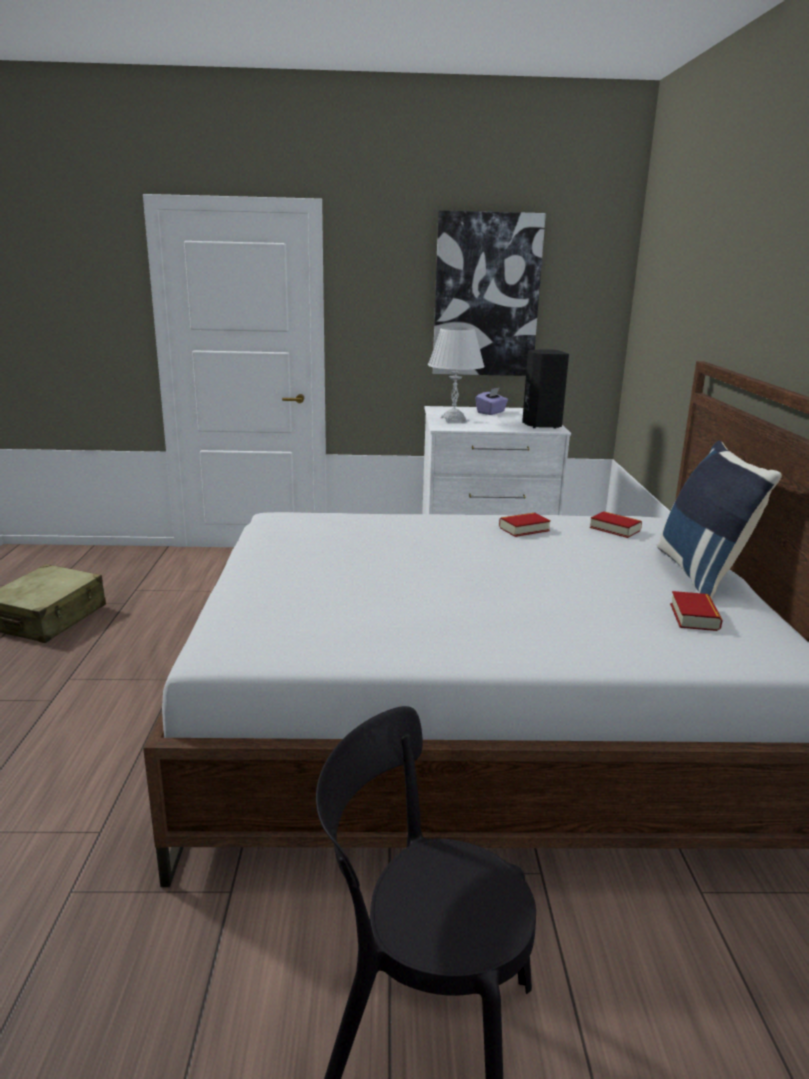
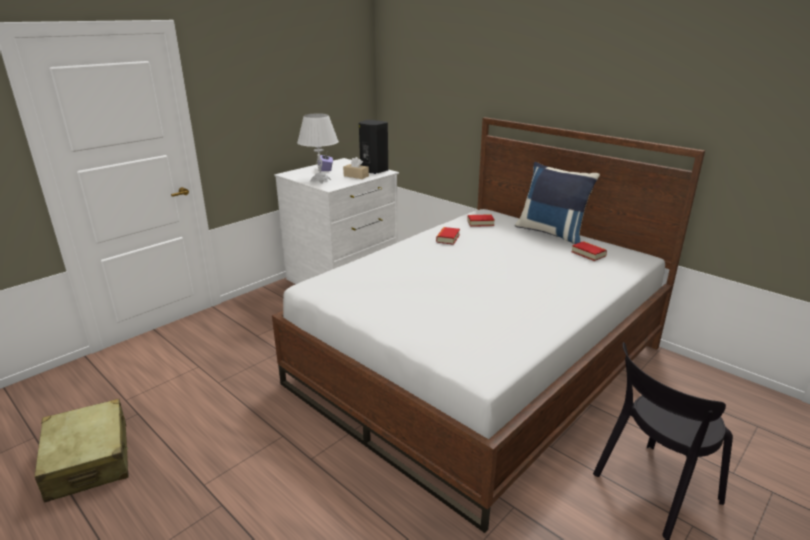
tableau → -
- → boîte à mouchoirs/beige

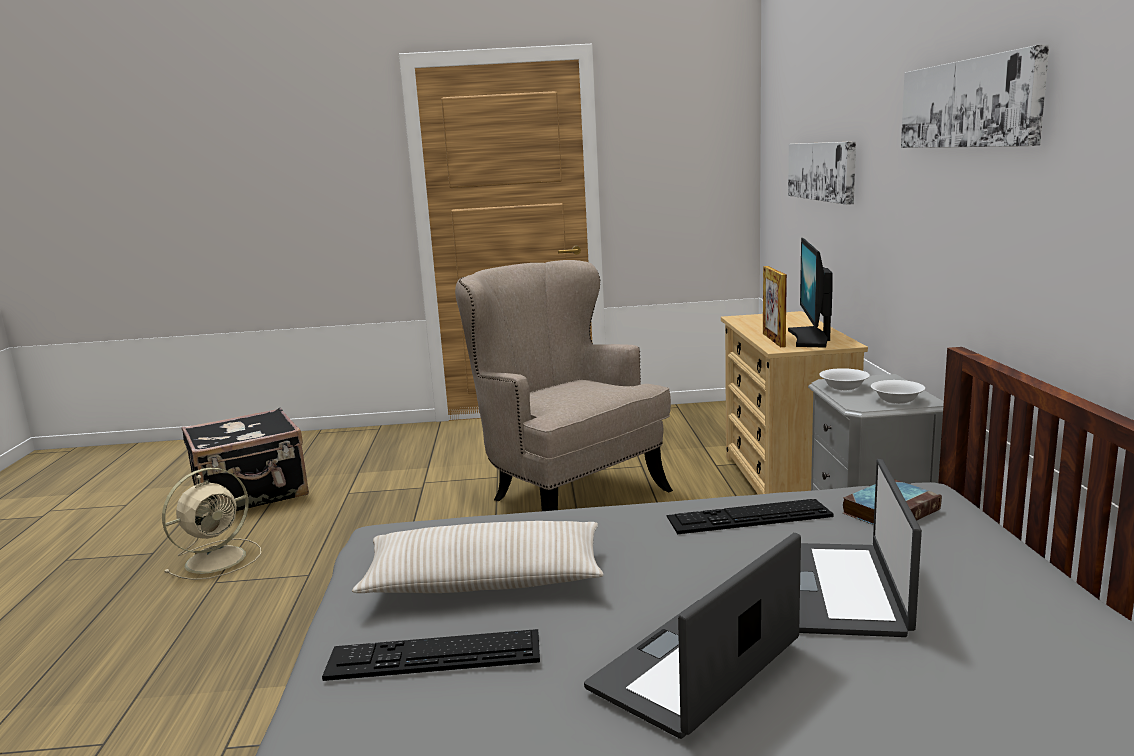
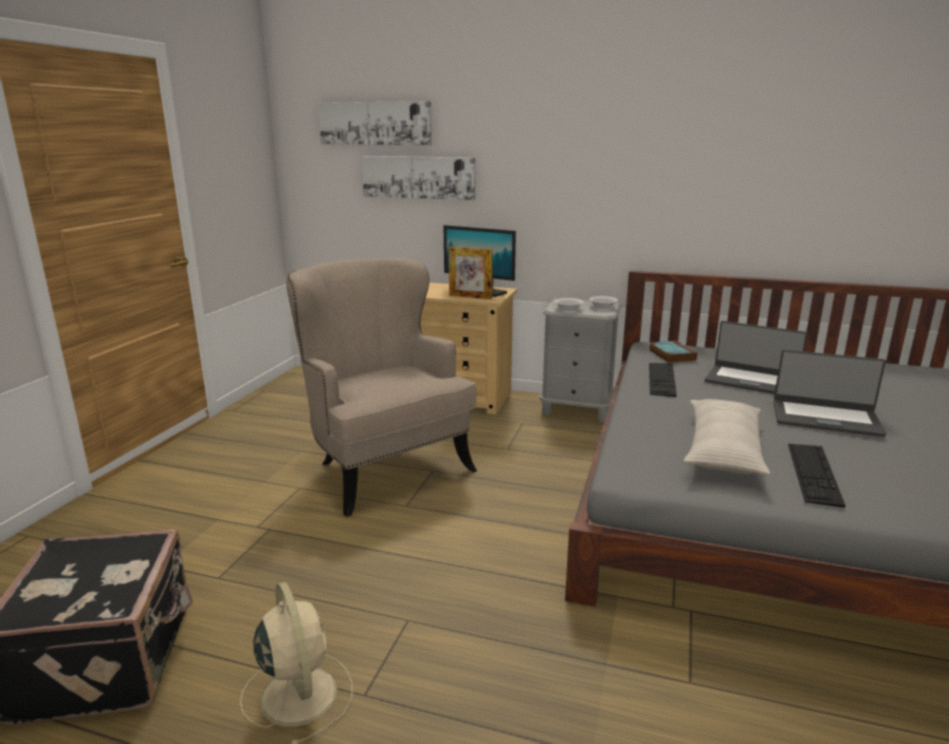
tableau (2nd from left in the first image) → tableau (1st from left), move
fauteuil/beige, 75 degrees clockwise
ordinateur portable (1st from left in the first image) → ordinateur portable (2nd from left), 45 degrees counterclockwise

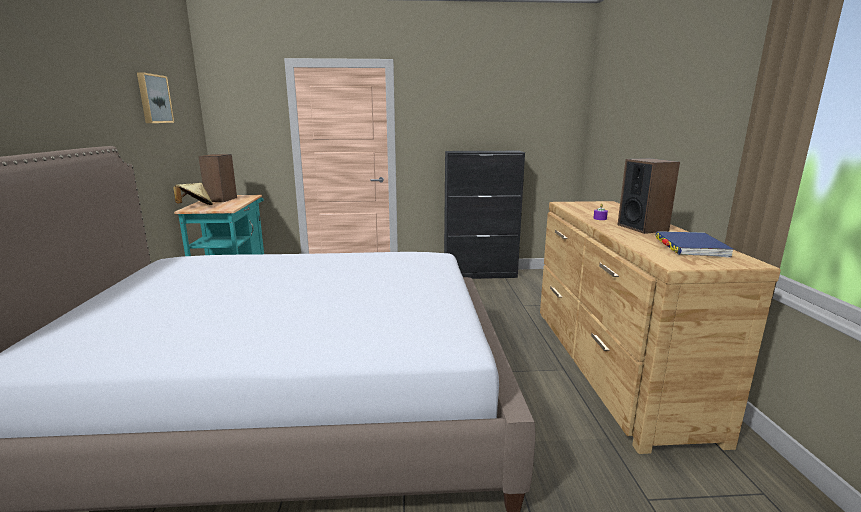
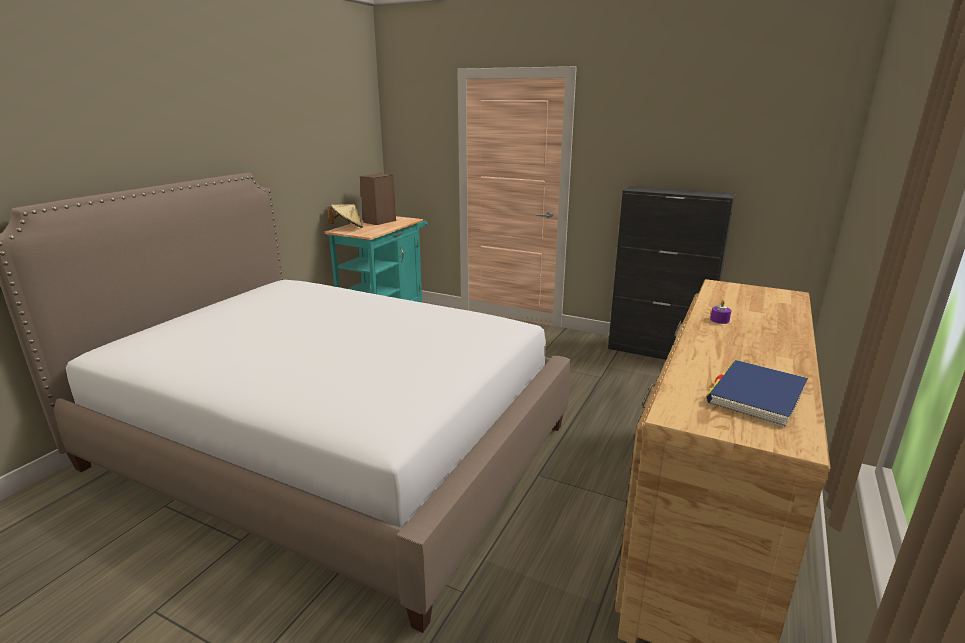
tableau → -
enceinte (2nd from left) → -

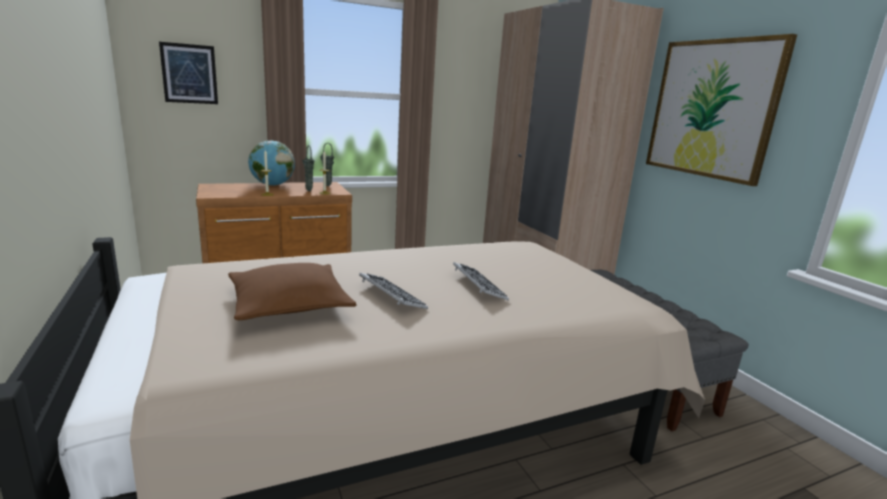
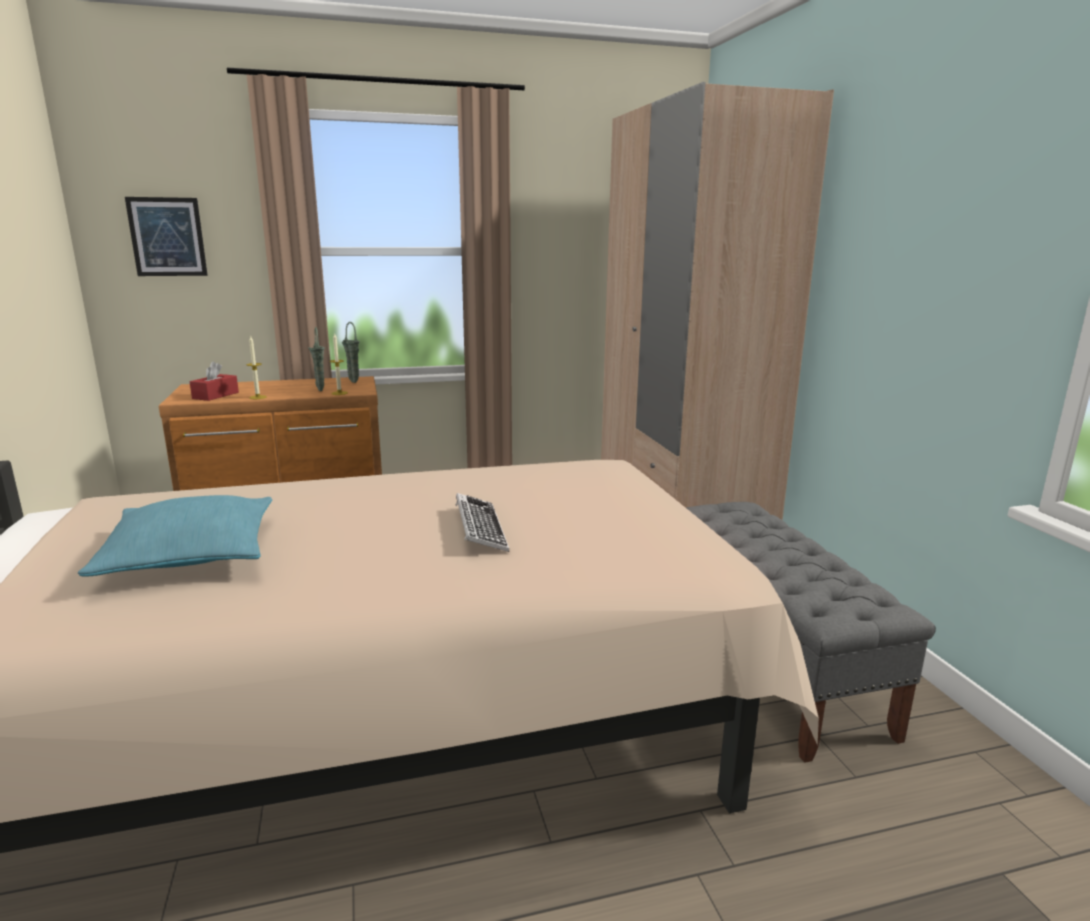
tableau (2nd from left) → -
globe → -
coussin/marron → coussin/turquoise
clavier (1st from left) → -
- → boîte à mouchoirs/rouge

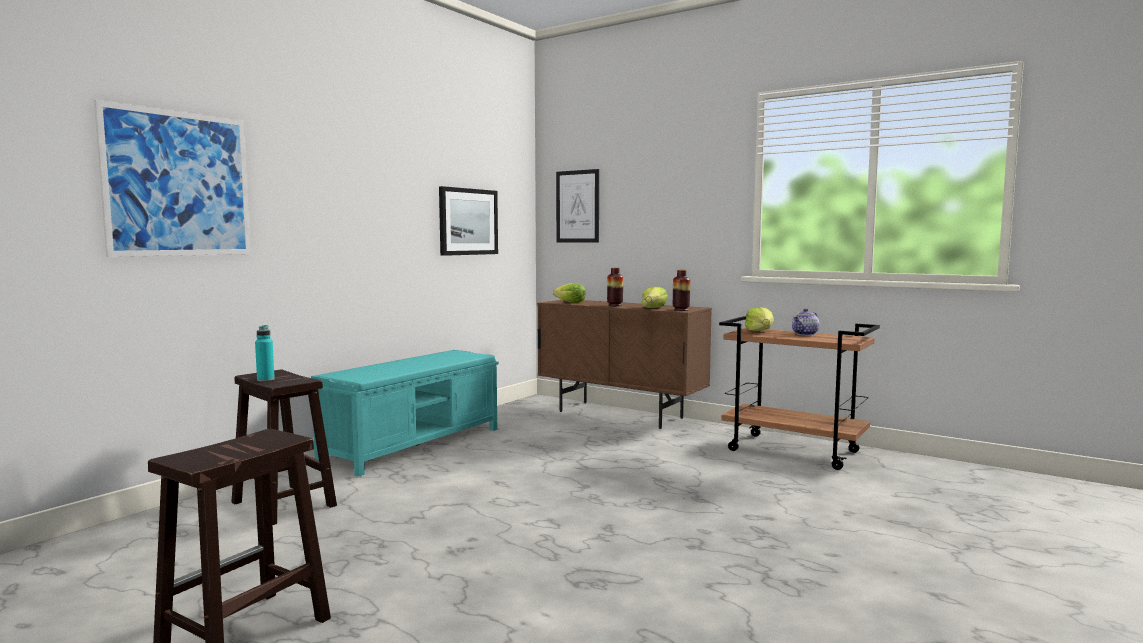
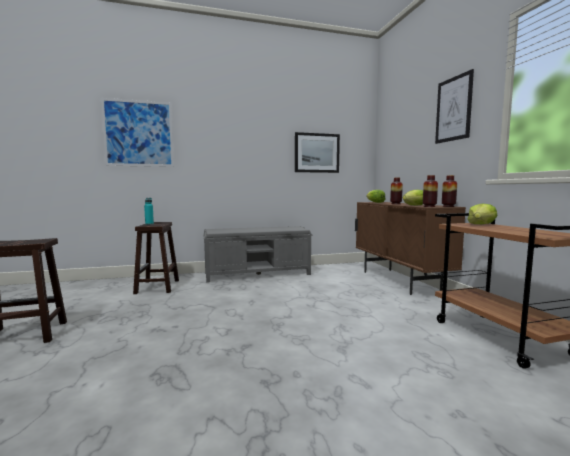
tableau (3rd from left), move
théière → -
banc/turquoise → banc/gris
- → vase (3rd from left)

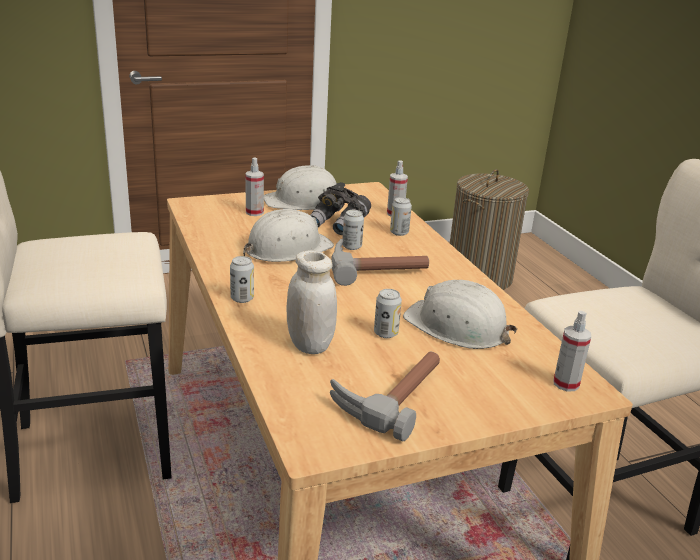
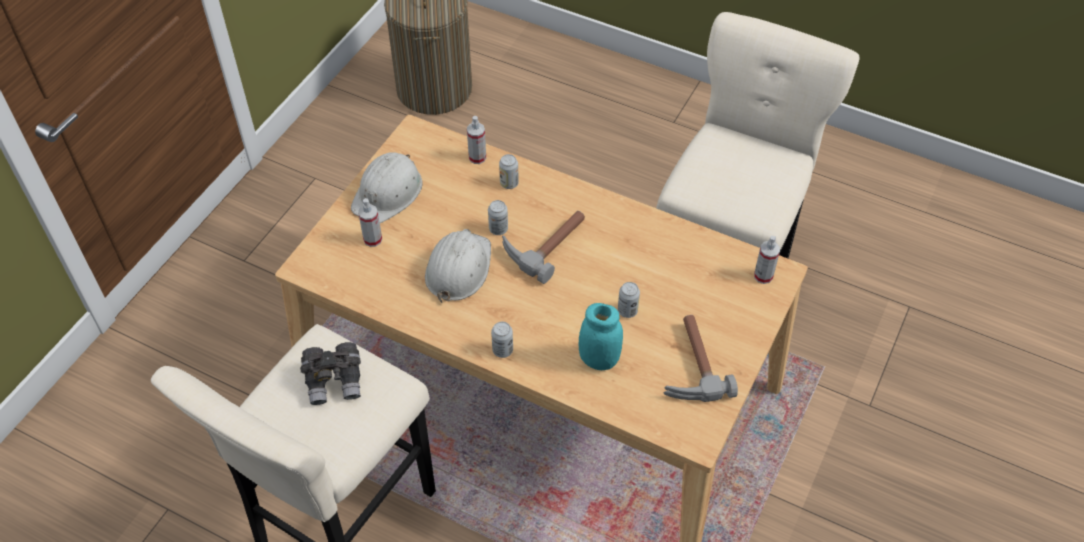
jumelles/gris, move
bocal/blanc → bocal/turquoise
casque de chantier/blanc (3rd from left) → -

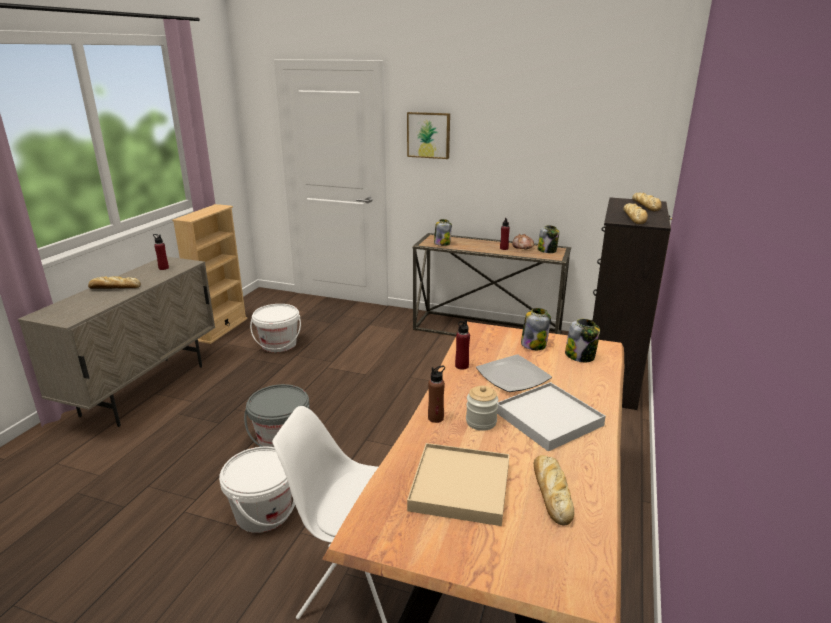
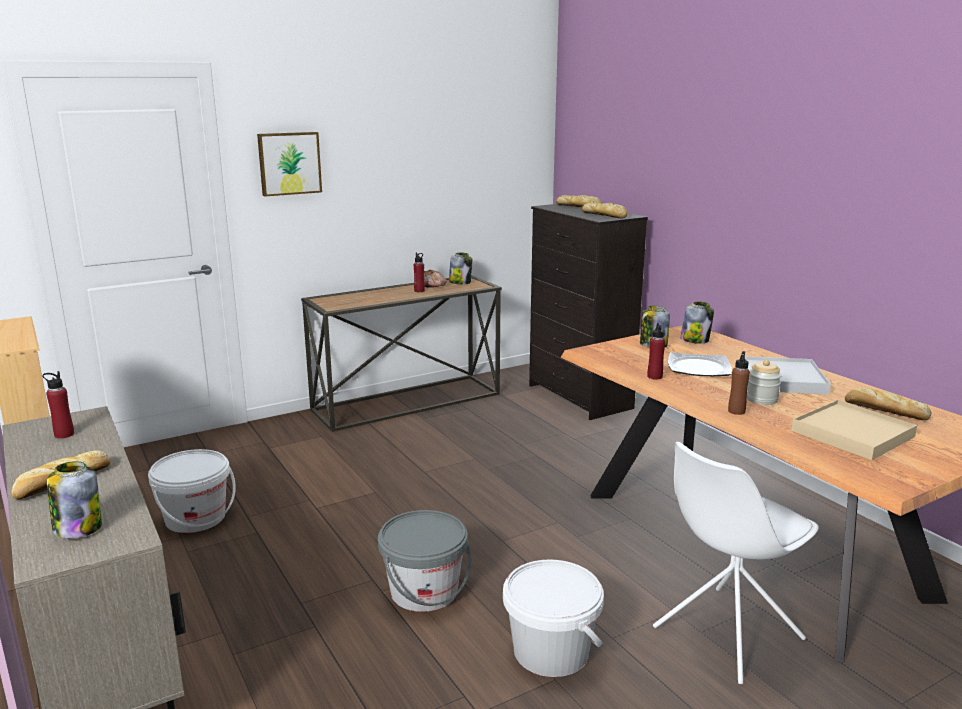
bocal (1st from left), move

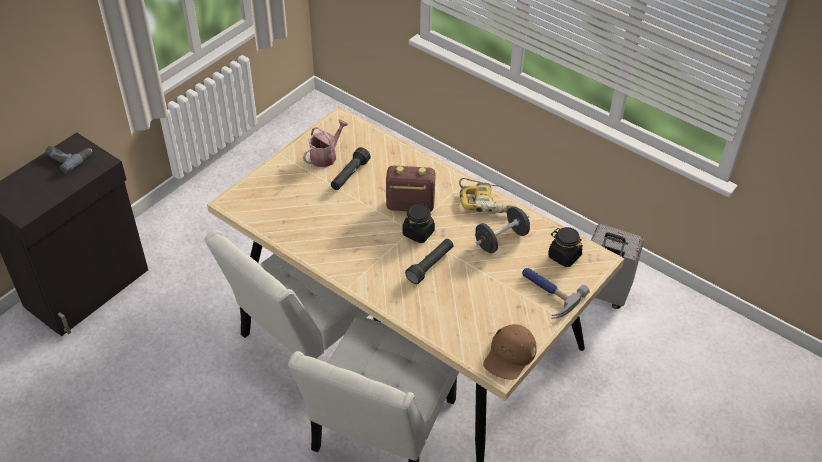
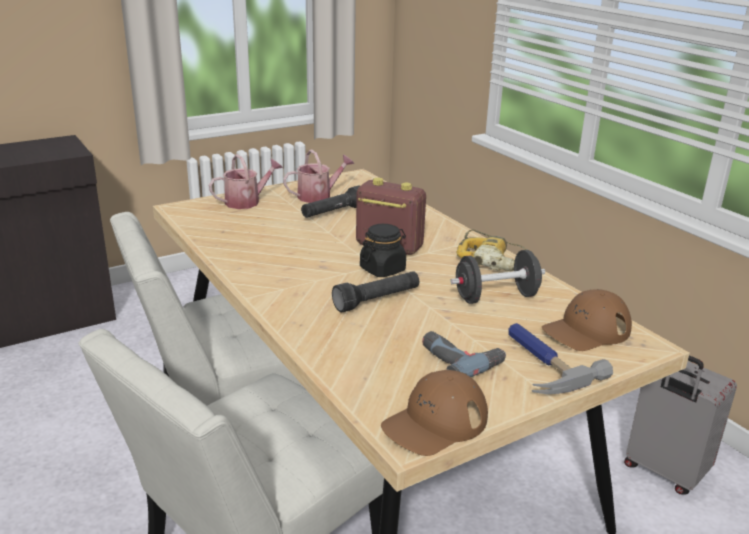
perceuse (1st from left), move
bocal/noir (2nd from left) → casquette/marron (2nd from left)
- → arrosoir (1st from left)

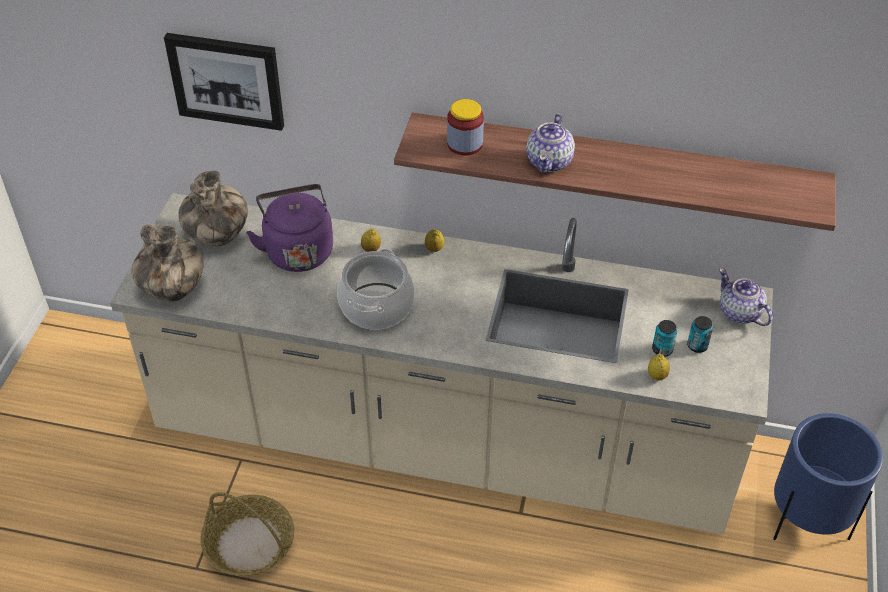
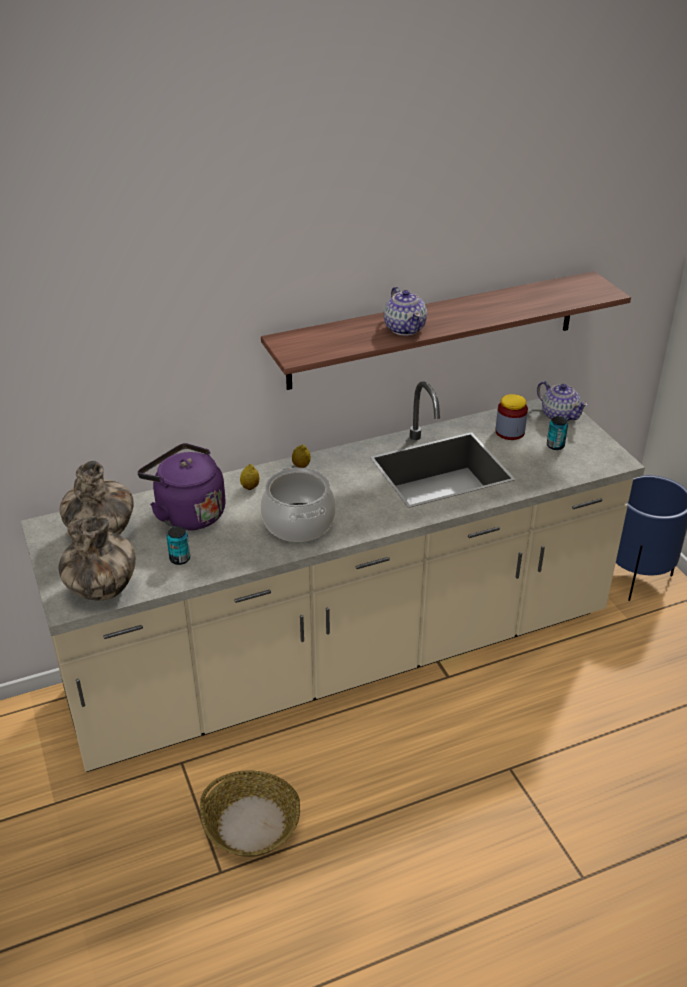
tableau → -
bocal, move
théière (2nd from left), 150 degrees counterclockwise
boîte métallique (1st from left), move
citron (3rd from left) → -

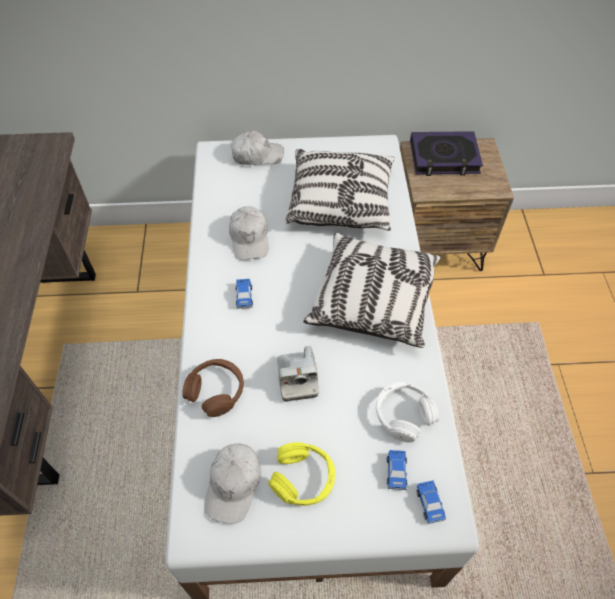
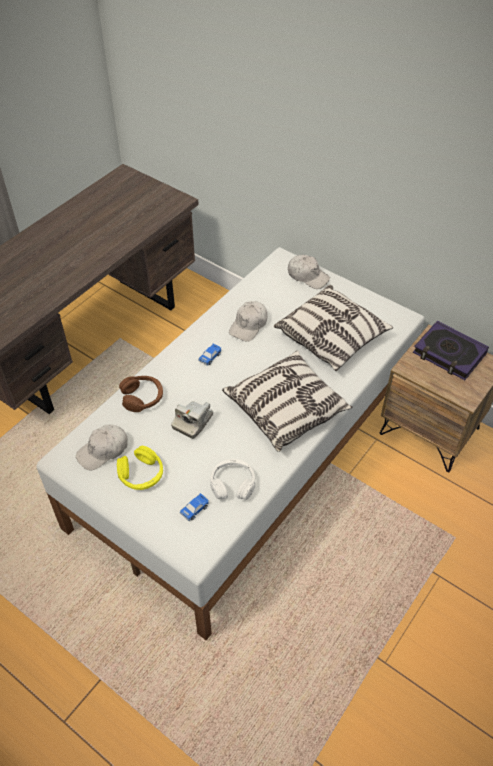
petite voiture (3rd from left) → -

